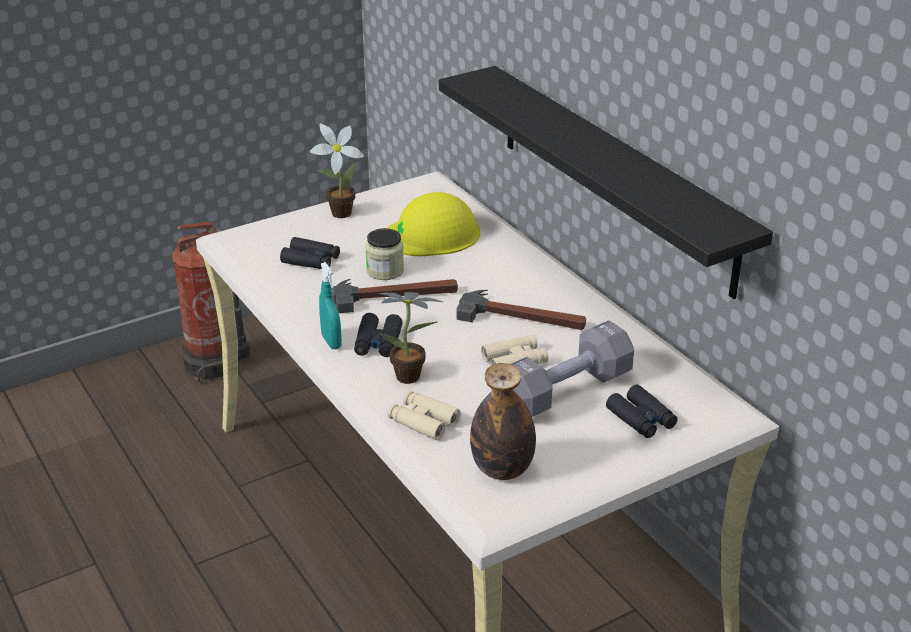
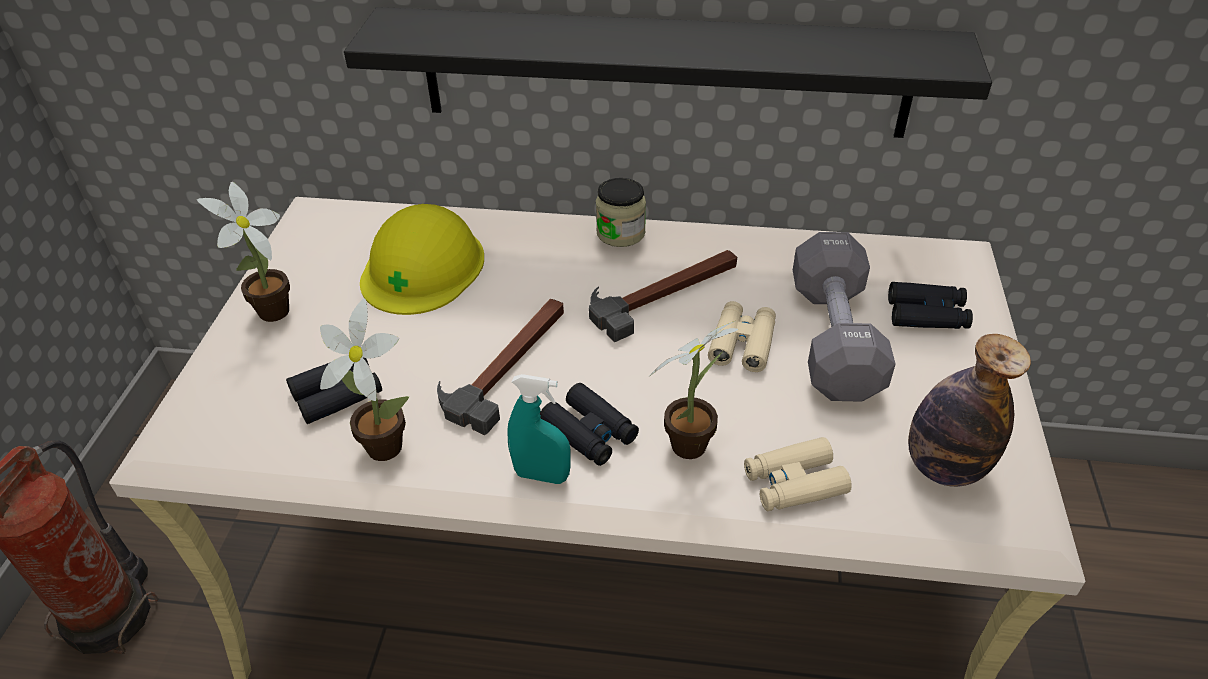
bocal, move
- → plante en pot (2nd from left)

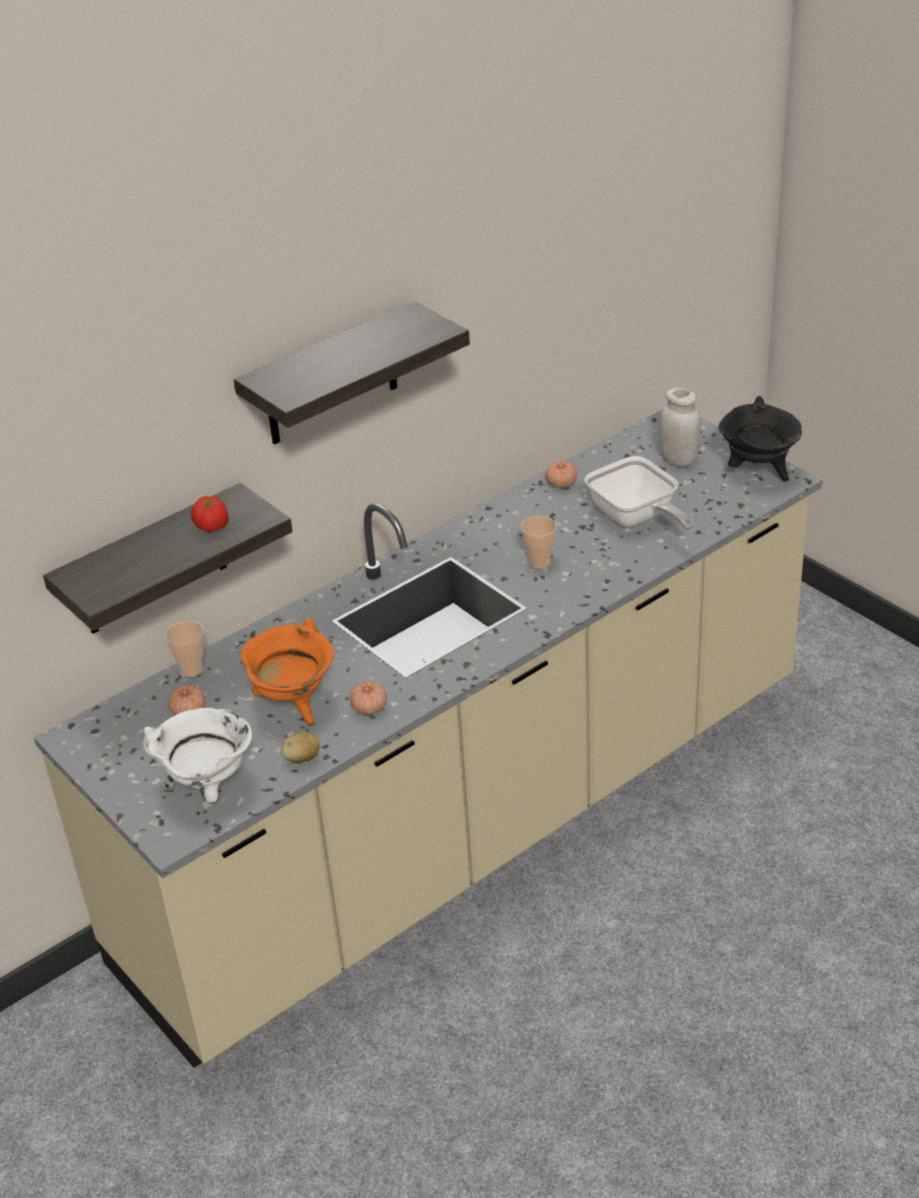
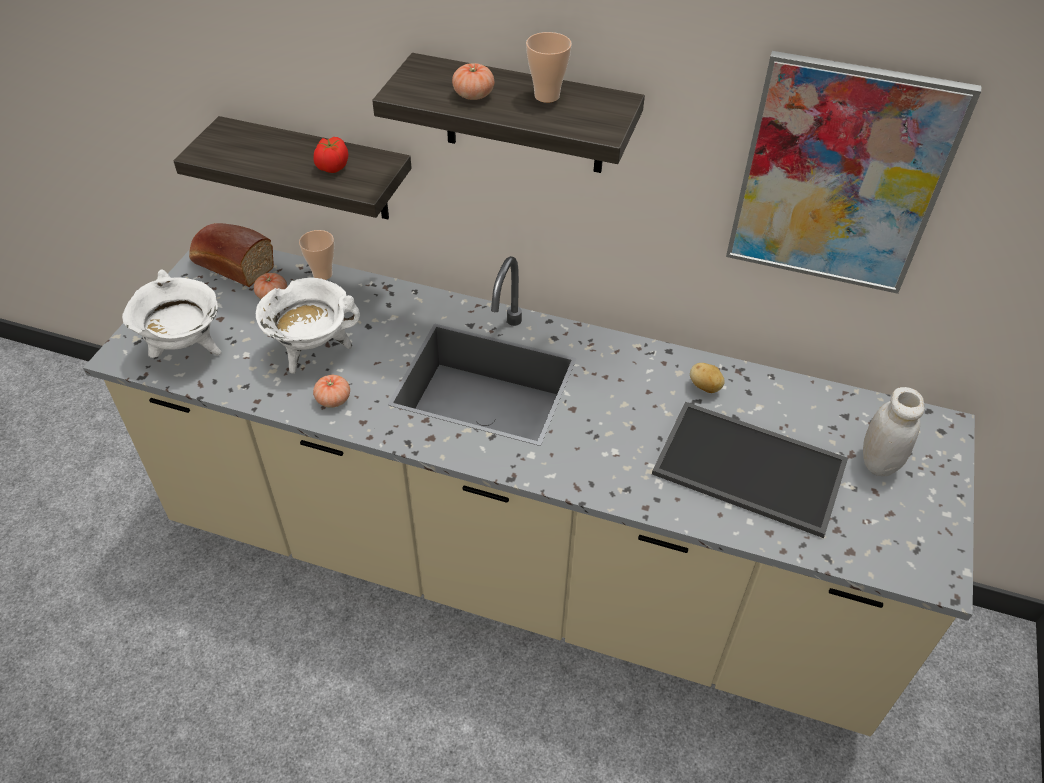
marmite/noir → -
poêle → plateau
tomate (4th from left), move
tasse (2nd from left), move
marmite/orange → marmite/blanc (2nd from left)
pomme de terre, move
- → tableau
- → pain

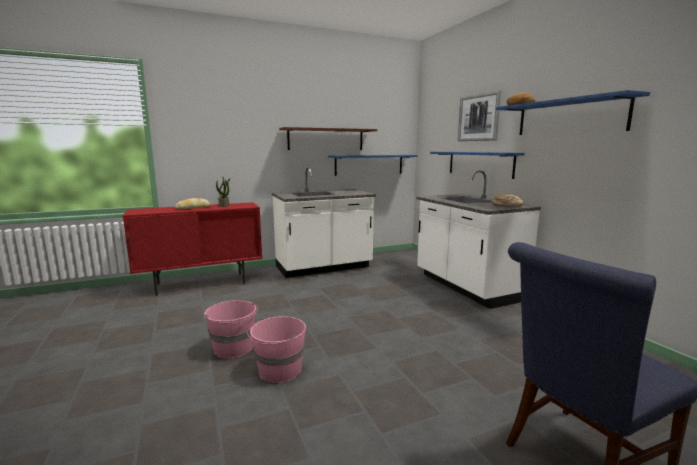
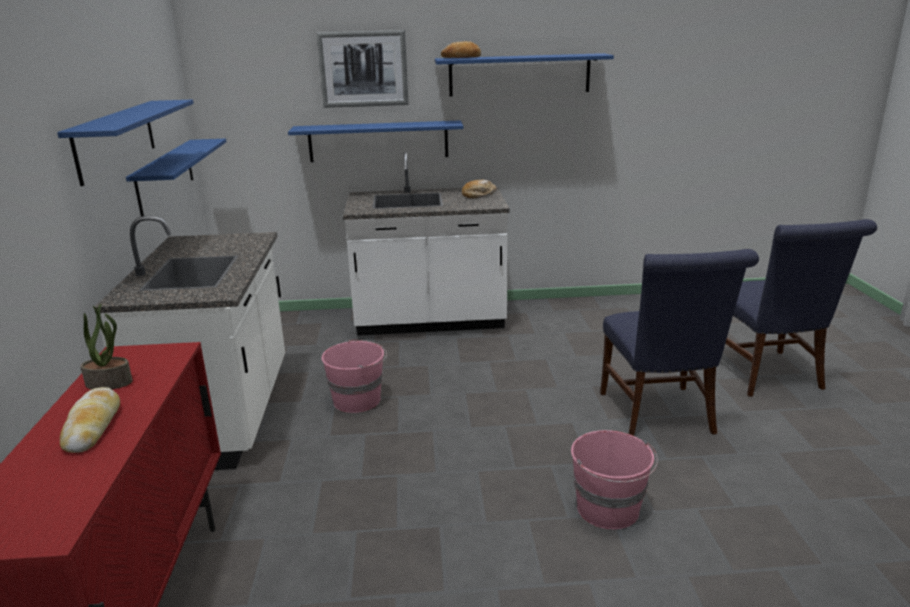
étagère/marron → étagère/bleu (1st from left)
seau/rose (1st from left), move
- → chaise/bleu (1st from left)

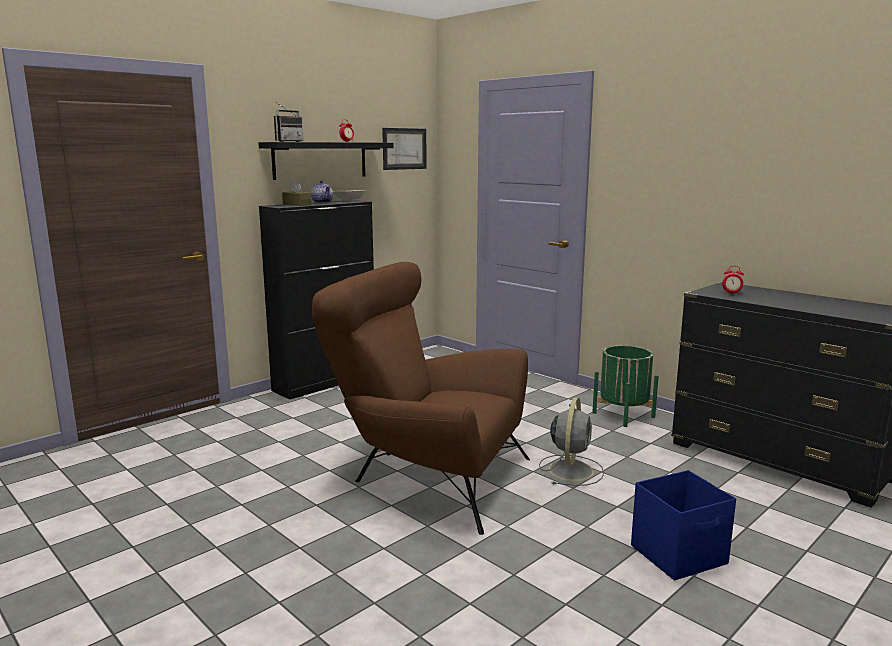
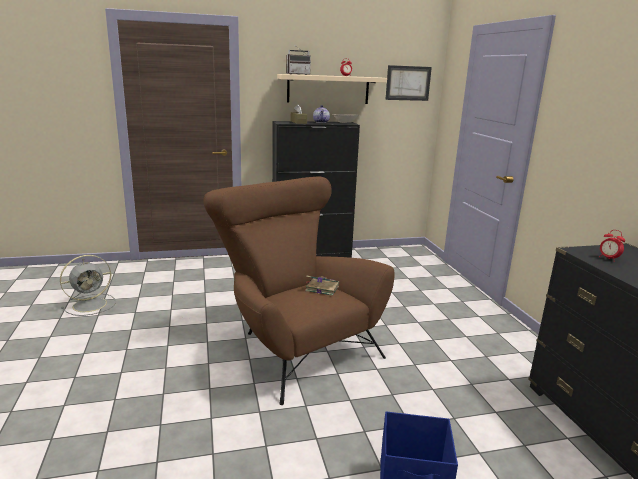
étagère/noir → étagère/beige
cache-pot/vert → -
ventilateur/gris, move
- → livre

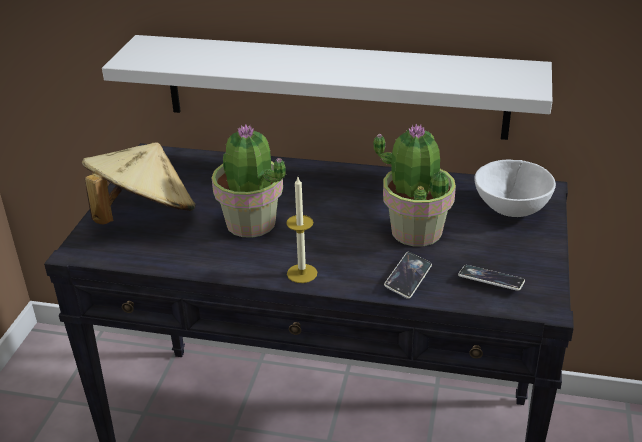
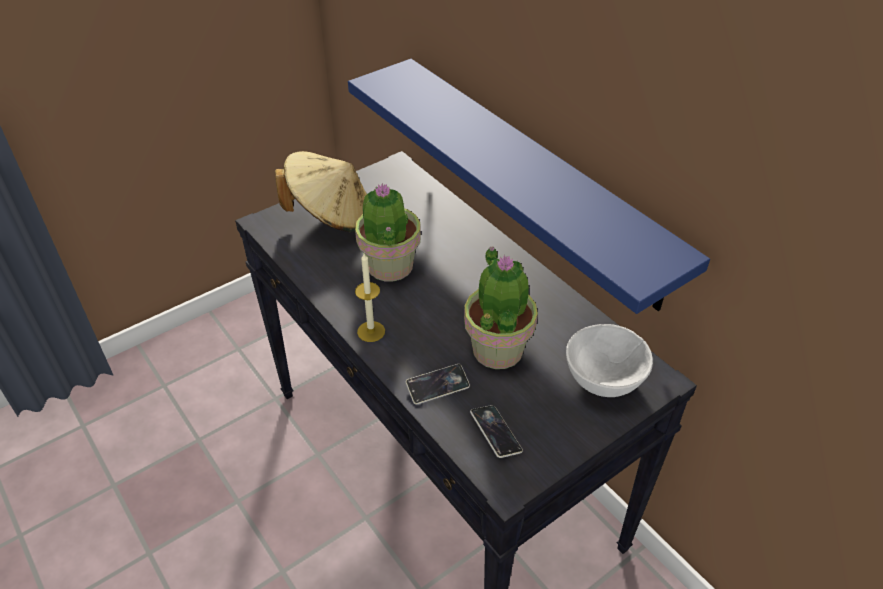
étagère/blanc → étagère/bleu

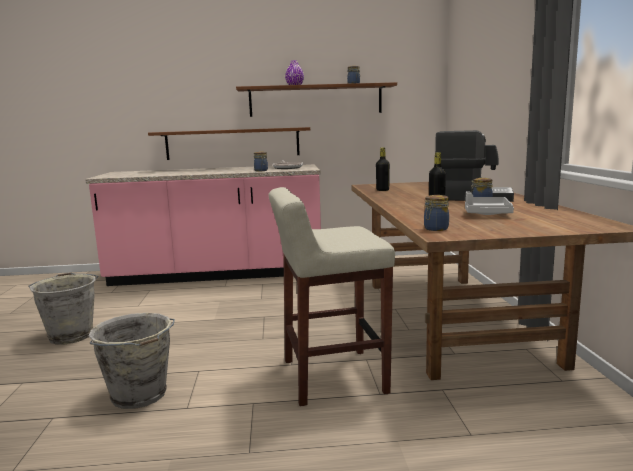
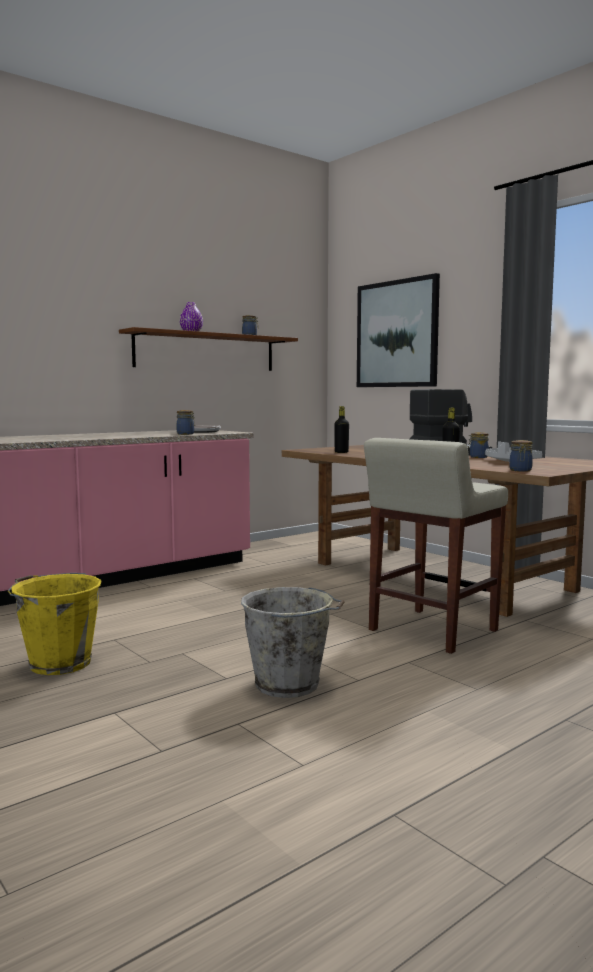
étagère/marron (1st from left) → -
seau/gris (1st from left) → seau/jaune
- → tableau

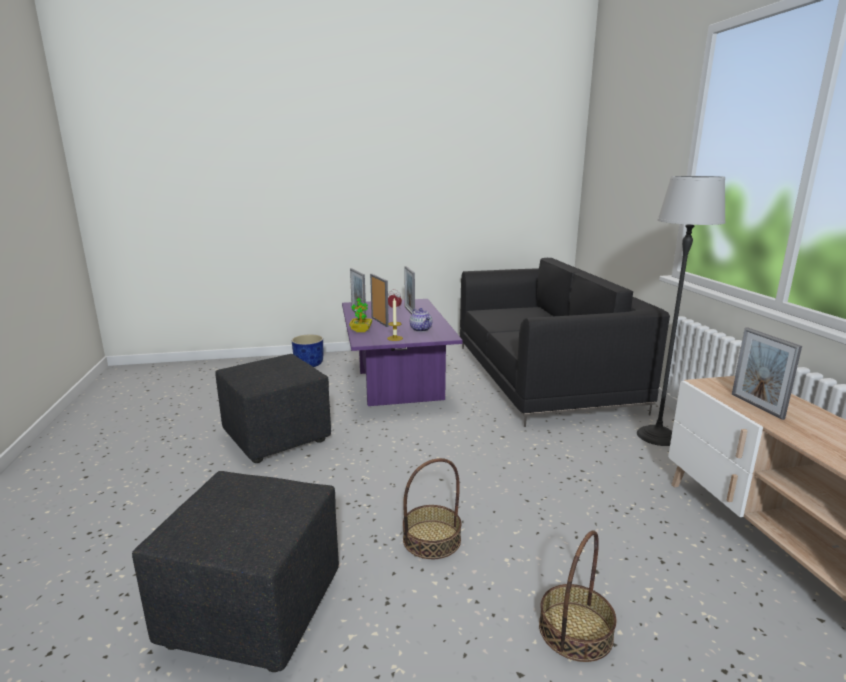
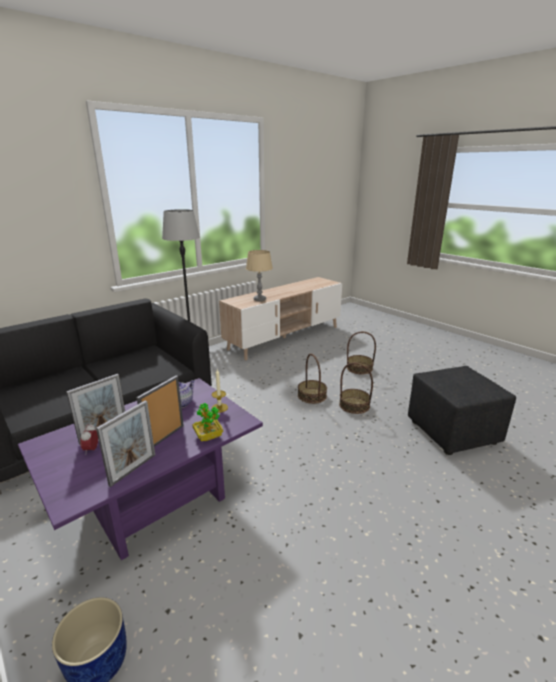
cadre photo (4th from left) → lampe de table/beige
pouf/noir (2nd from left) → -
- → panier (1st from left)

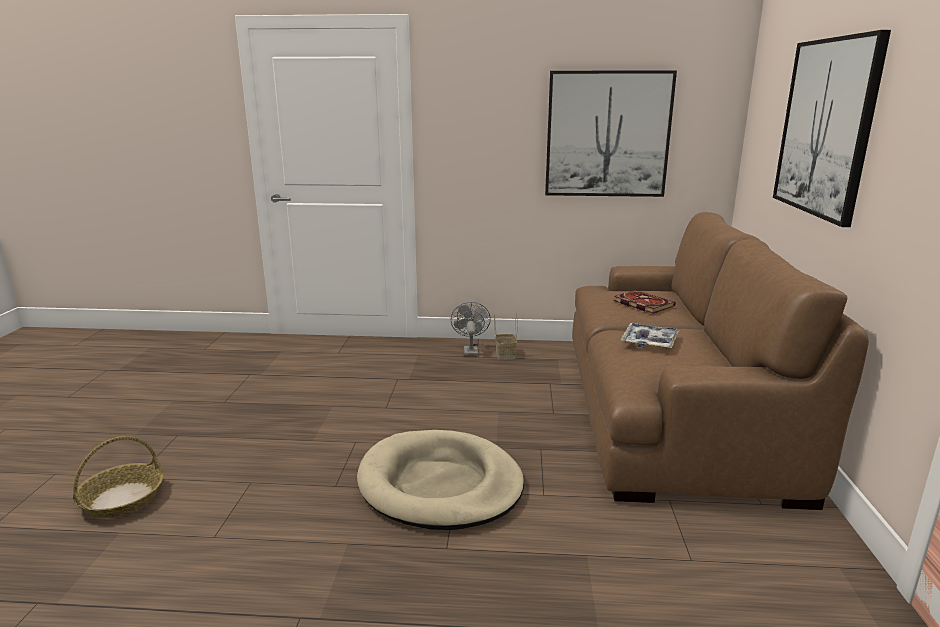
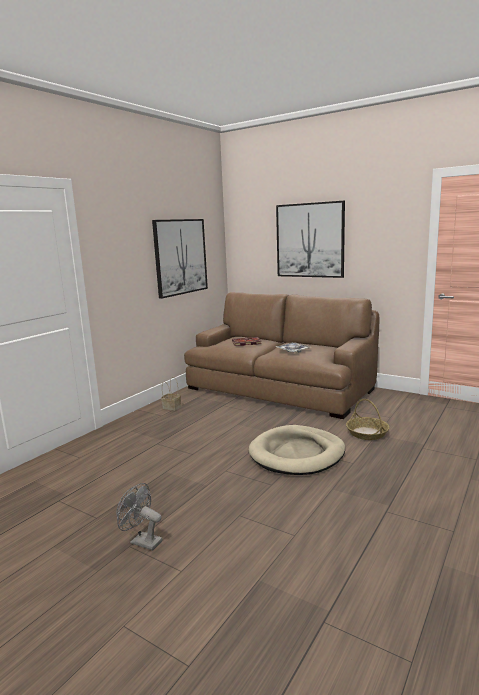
ventilateur/gris, move
panier (1st from left in the first image) → panier (2nd from left), move

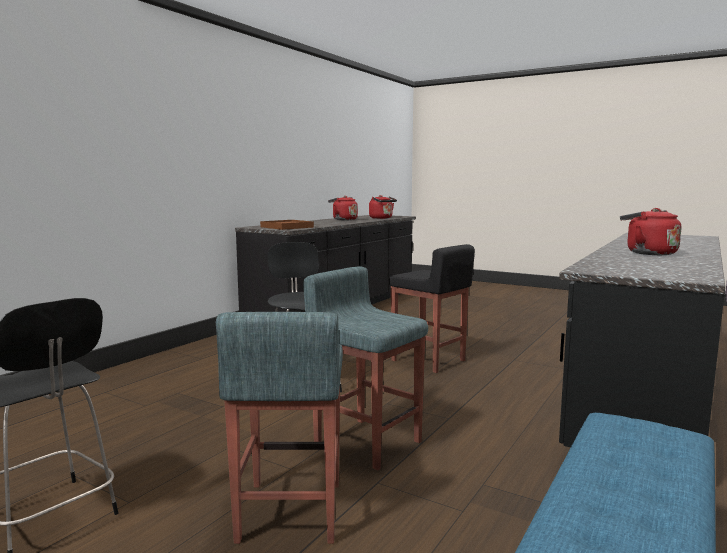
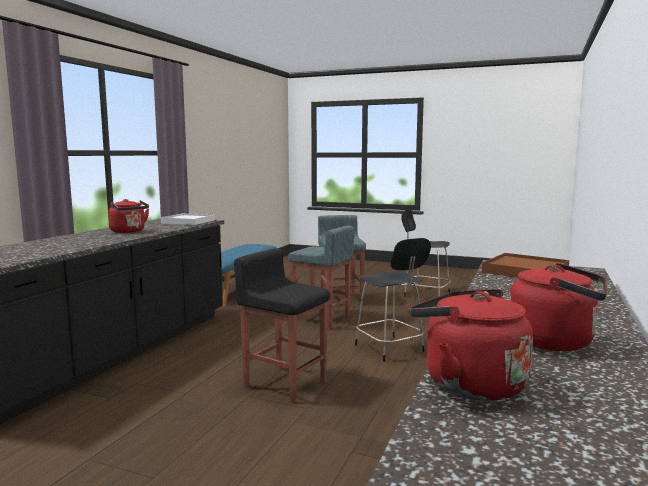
- → plateau/blanc

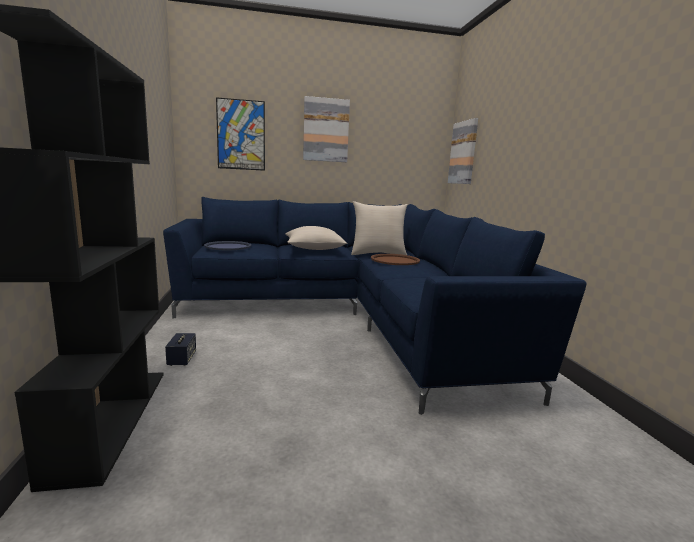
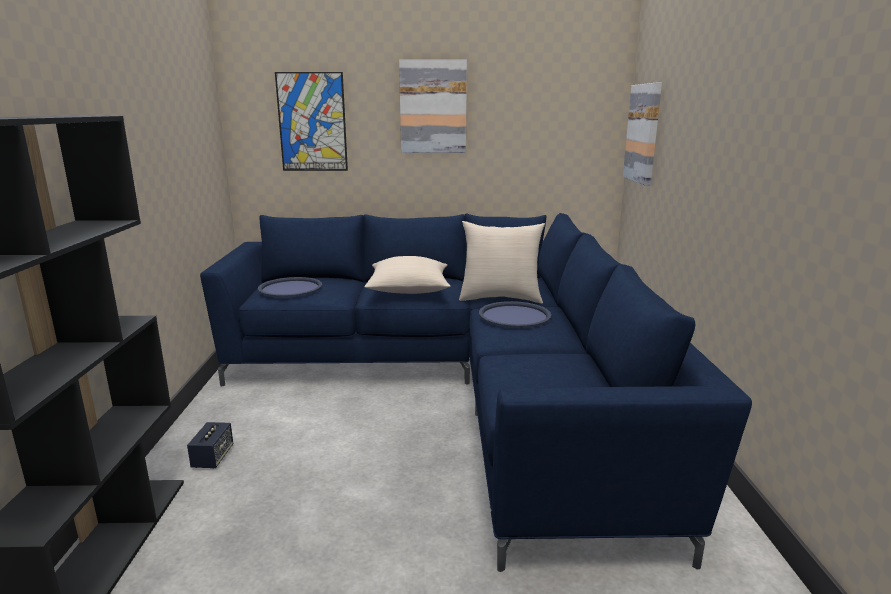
plateau/marron → plateau/bleu (2nd from left)

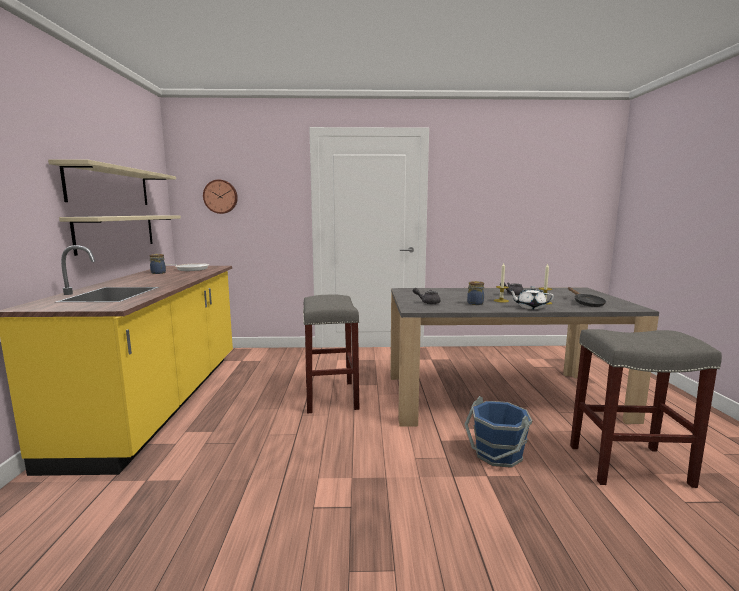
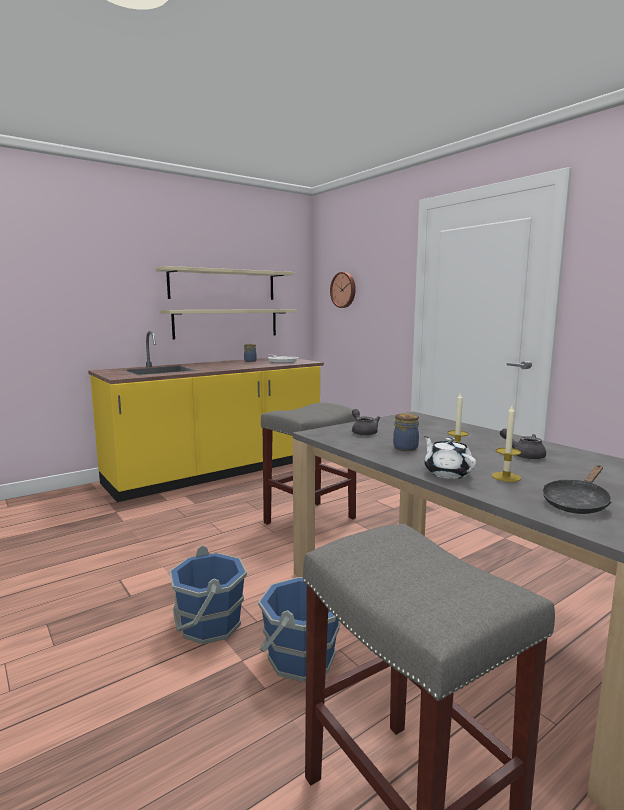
- → seau/bleu (1st from left)

